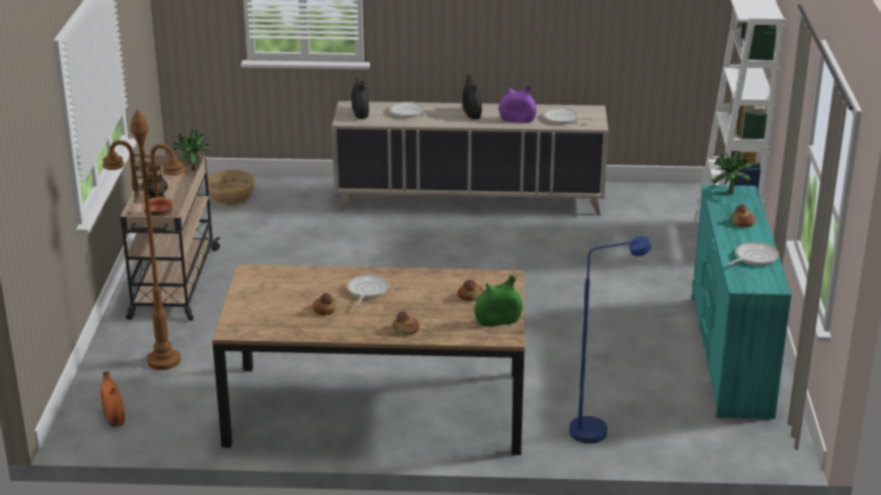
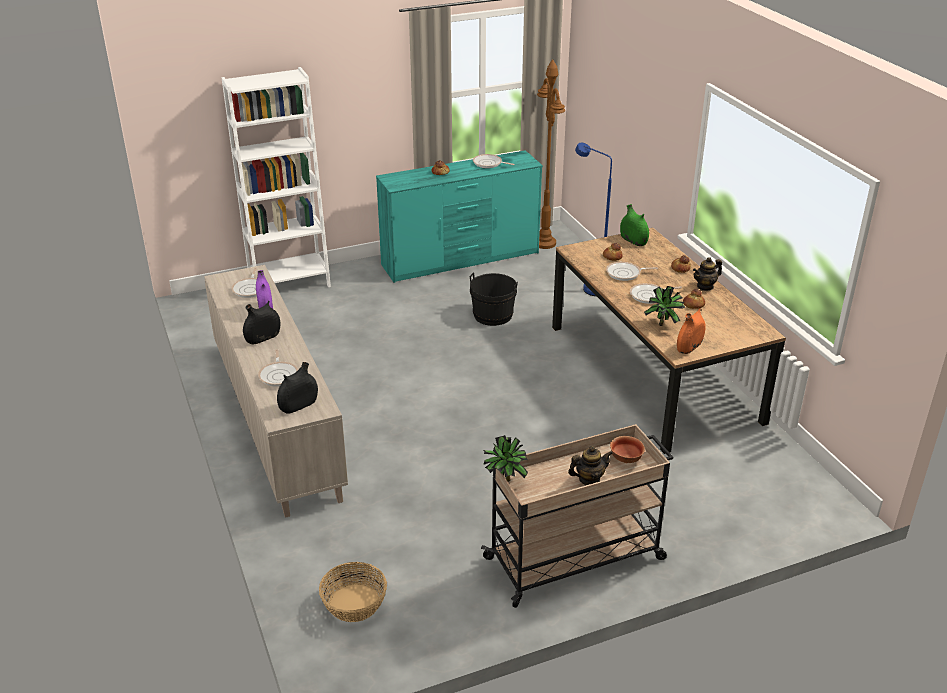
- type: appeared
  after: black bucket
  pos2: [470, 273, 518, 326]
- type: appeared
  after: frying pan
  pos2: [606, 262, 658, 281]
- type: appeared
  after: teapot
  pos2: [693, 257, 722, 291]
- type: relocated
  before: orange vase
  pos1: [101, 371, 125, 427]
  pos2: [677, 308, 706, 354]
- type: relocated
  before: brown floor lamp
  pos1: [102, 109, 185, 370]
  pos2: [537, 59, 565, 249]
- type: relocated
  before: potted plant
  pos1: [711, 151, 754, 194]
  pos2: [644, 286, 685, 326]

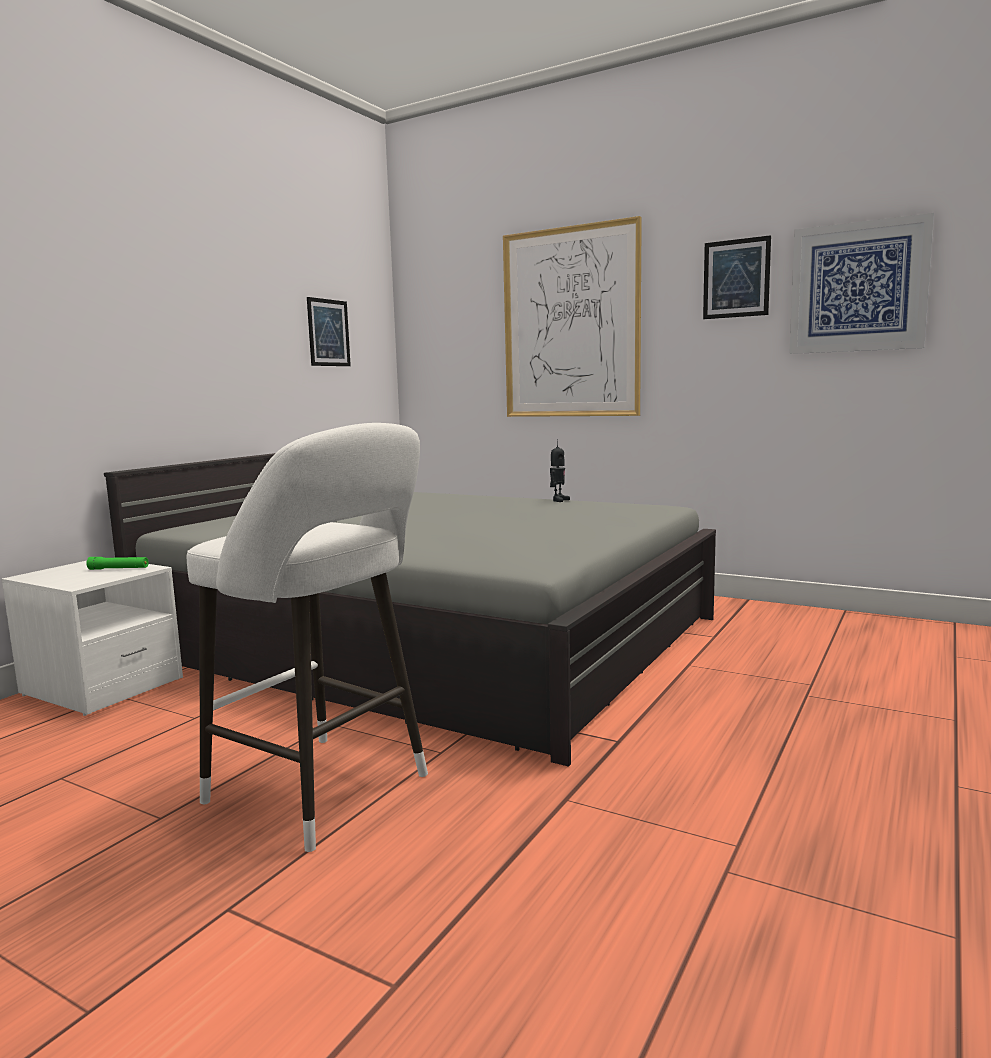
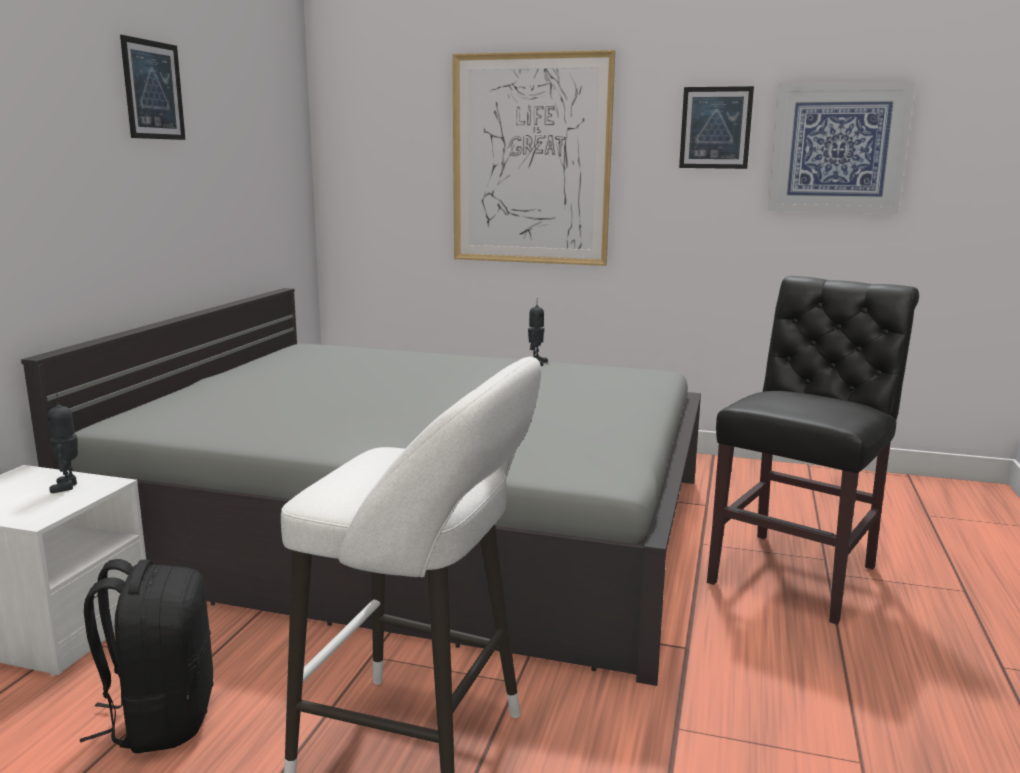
- type: appeared
  after: black backpack
  pos2: [80, 559, 214, 754]
- type: appeared
  after: black chair
  pos2: [707, 276, 919, 625]
- type: relocated
  before: picture
  pos1: [307, 297, 351, 366]
  pos2: [120, 35, 185, 140]
- type: exchanged
  before: green flashlight
  after: toy robot
  pos1: [87, 557, 149, 570]
  pos2: [48, 394, 78, 493]

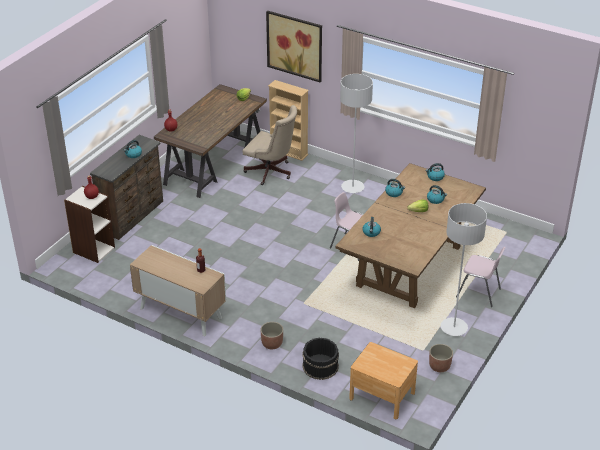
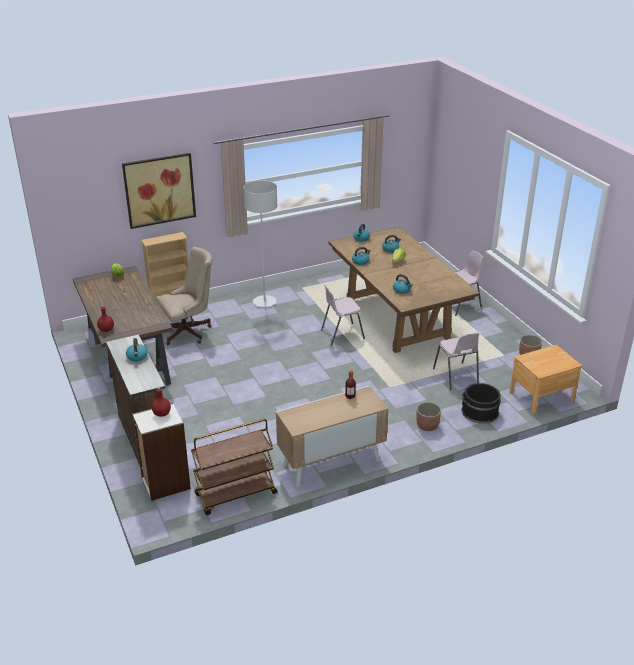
- type: missing
  before: grey floor lamp
  pos1: [441, 203, 487, 336]
- type: appeared
  after: brown cart
  pos2: [191, 419, 277, 515]
- type: appeared
  after: pink chair
  pos2: [433, 333, 479, 390]

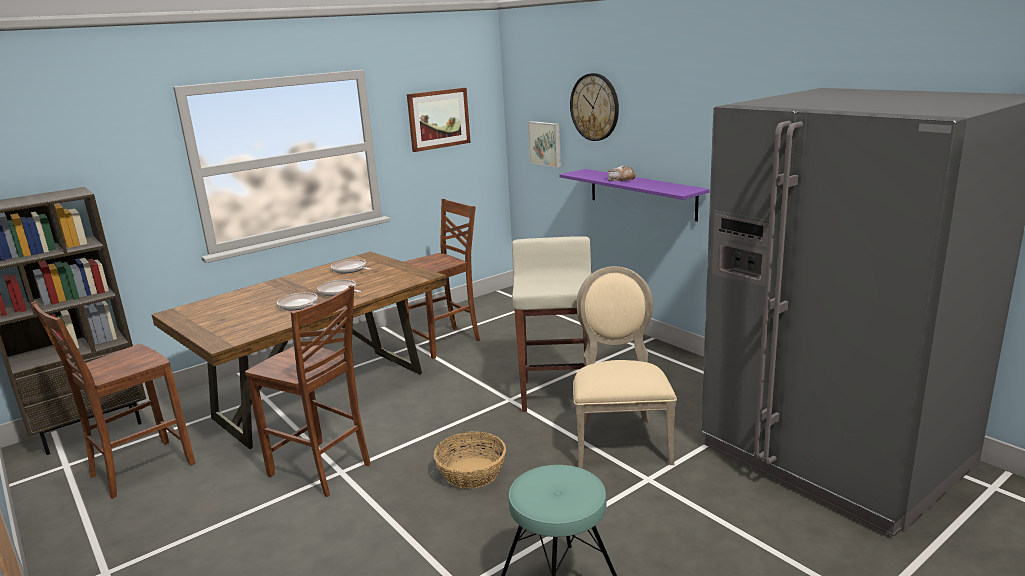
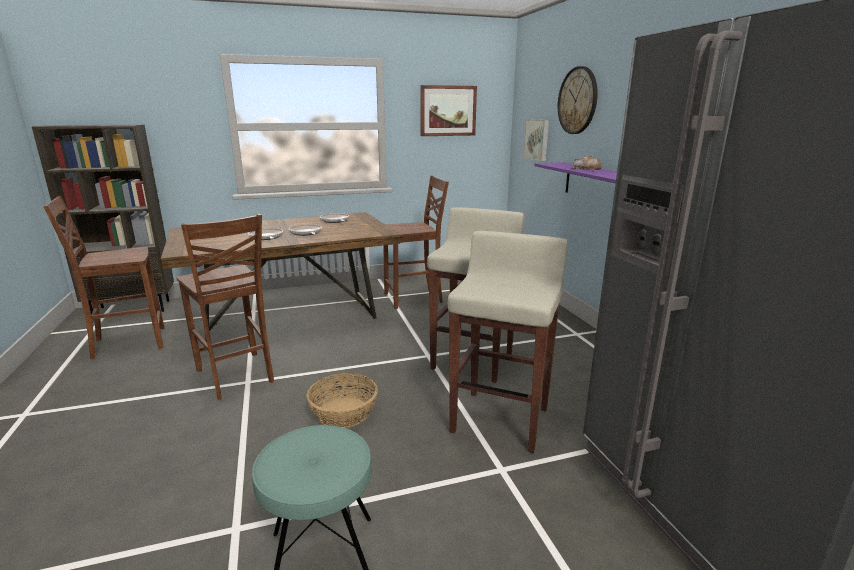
- type: exchanged
  before: beige chair
  after: beige stool
  pos1: [573, 266, 677, 469]
  pos2: [448, 231, 568, 453]

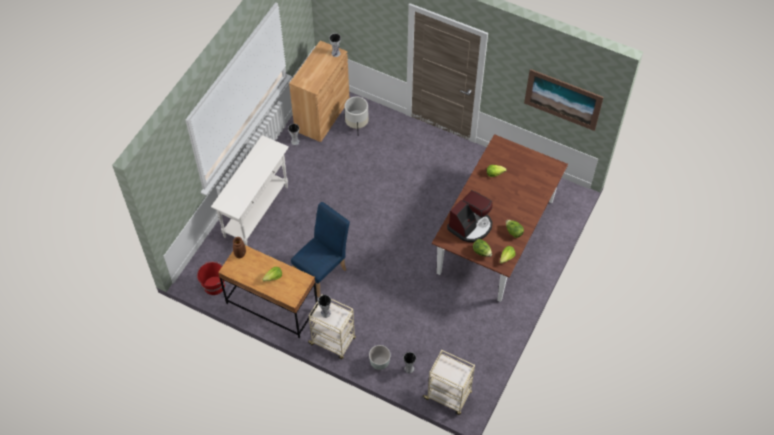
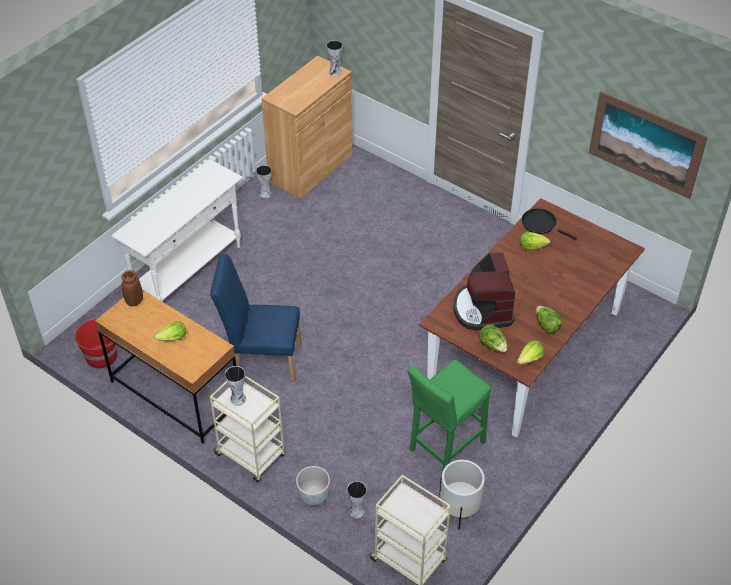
- type: appeared
  after: green stool
  pos2: [408, 360, 491, 475]
- type: appeared
  after: black frying pan
  pos2: [522, 208, 578, 240]
- type: relocated
  before: white planter
  pos1: [344, 96, 369, 131]
  pos2: [439, 460, 485, 530]
- type: spun
  before: blue chair
  pos1: [291, 202, 350, 297]
  pos2: [210, 254, 302, 382]
  turn: -135
- type: spun
  before: coffee machine
  pos1: [447, 190, 492, 242]
  pos2: [453, 252, 515, 331]
  turn: 120

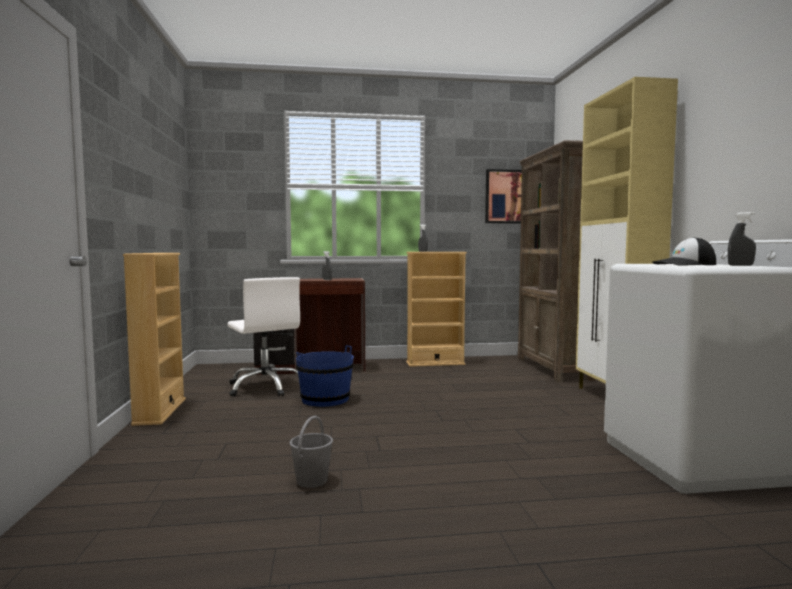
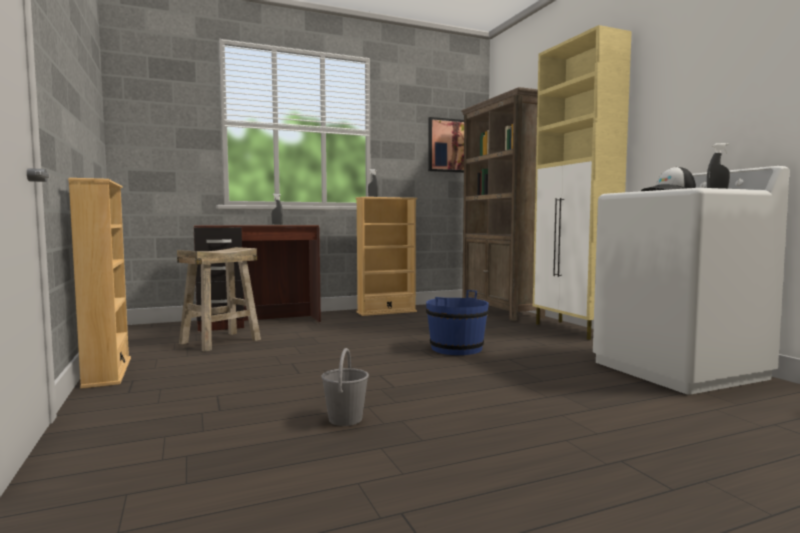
- type: relocated
  before: blue bucket
  pos1: [296, 345, 354, 407]
  pos2: [426, 290, 489, 355]
- type: exchanged
  before: white office chair
  after: beige stool
  pos1: [228, 277, 300, 397]
  pos2: [177, 247, 261, 352]

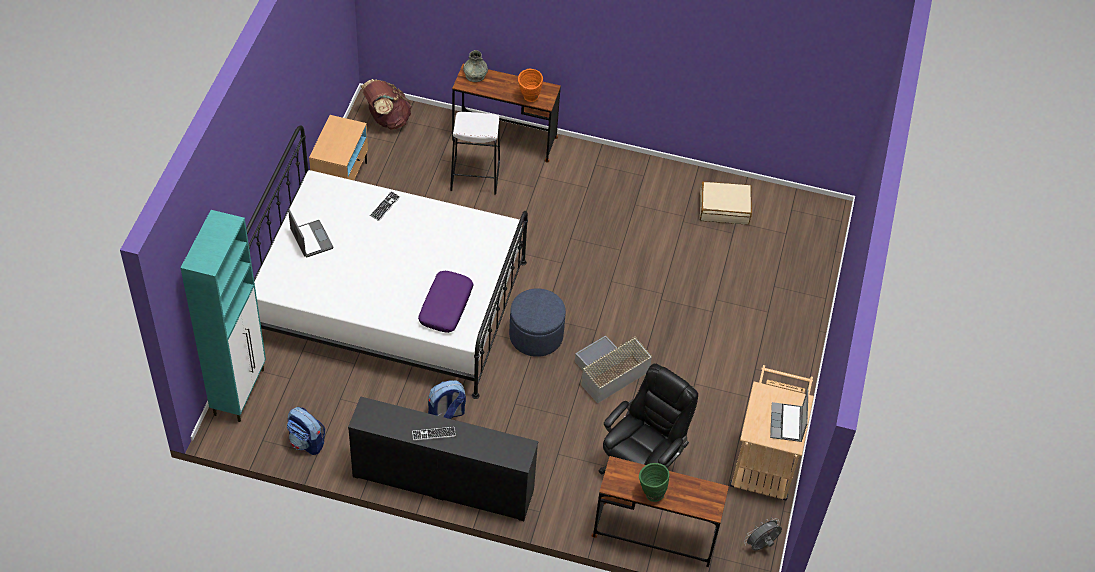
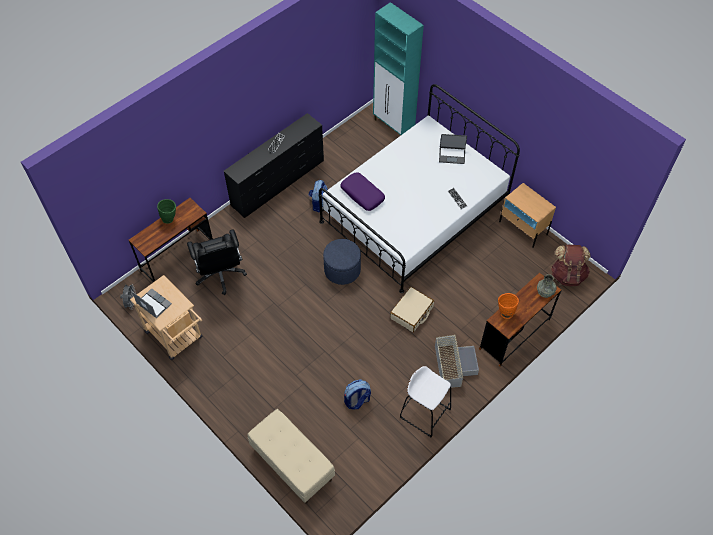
- type: appeared
  after: beige bench
  pos2: [247, 409, 335, 504]
- type: relocated
  before: backpack
  pos1: [287, 407, 325, 455]
  pos2: [344, 379, 371, 410]
- type: relocated
  before: white stool
  pos1: [450, 112, 500, 195]
  pos2: [400, 366, 451, 437]
- type: relocated
  before: grey storage box
  pos1: [575, 335, 652, 403]
  pos2: [435, 335, 479, 388]
- type: relocated
  before: beige suitcase
  pos1: [700, 181, 752, 224]
  pos2: [390, 287, 434, 332]

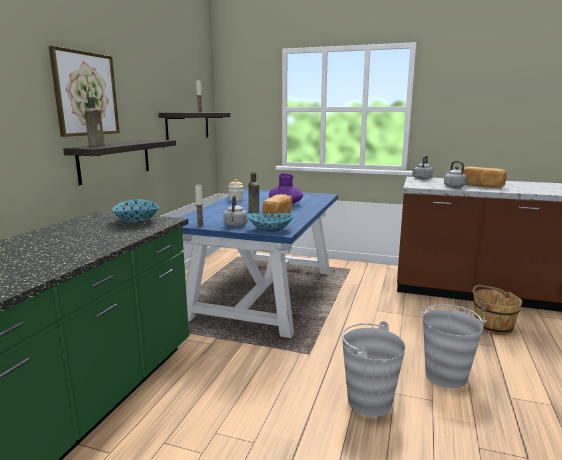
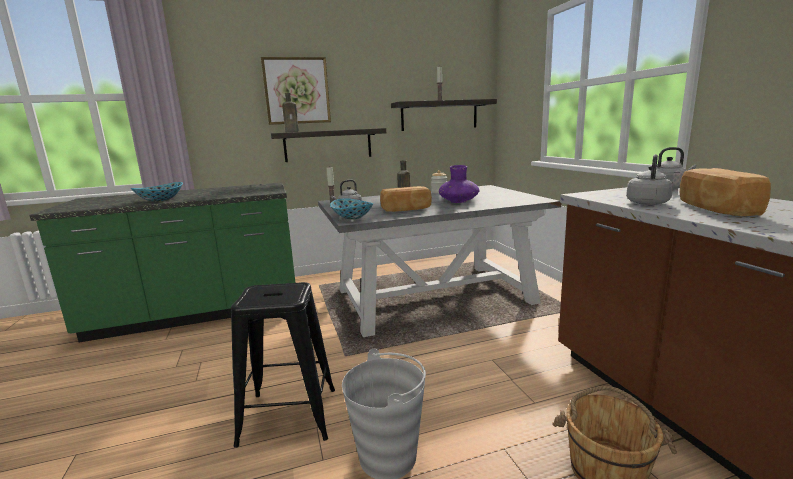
- type: relocated
  before: bowl
  pos1: [112, 199, 159, 224]
  pos2: [131, 182, 183, 202]
- type: exchanged
  before: grey bucket
  after: black stool
  pos1: [342, 321, 406, 417]
  pos2: [231, 282, 335, 448]
- type: colour
  before: blue dining table
  after: grey dining table
  pos1: [179, 189, 338, 338]
  pos2: [318, 185, 561, 337]

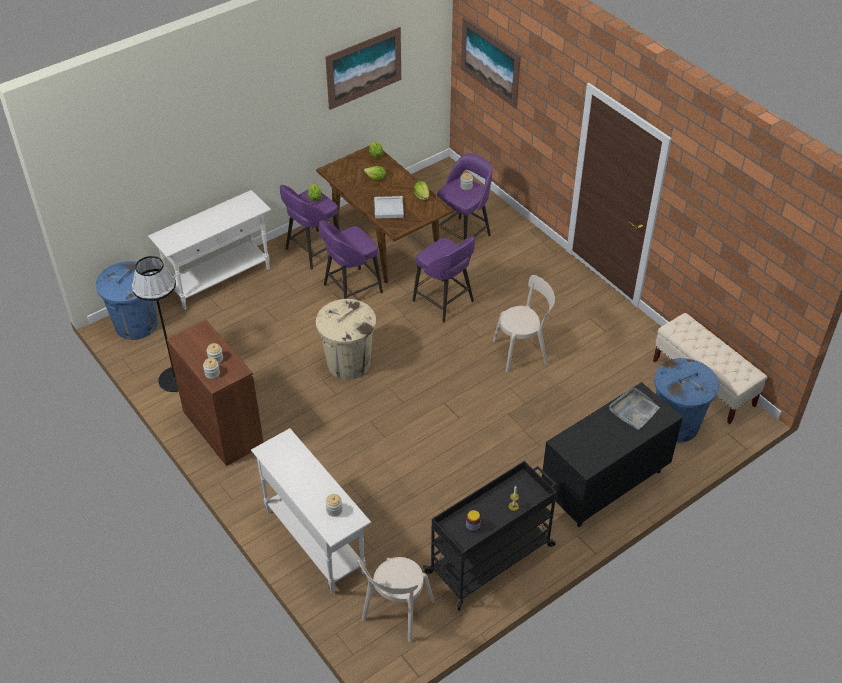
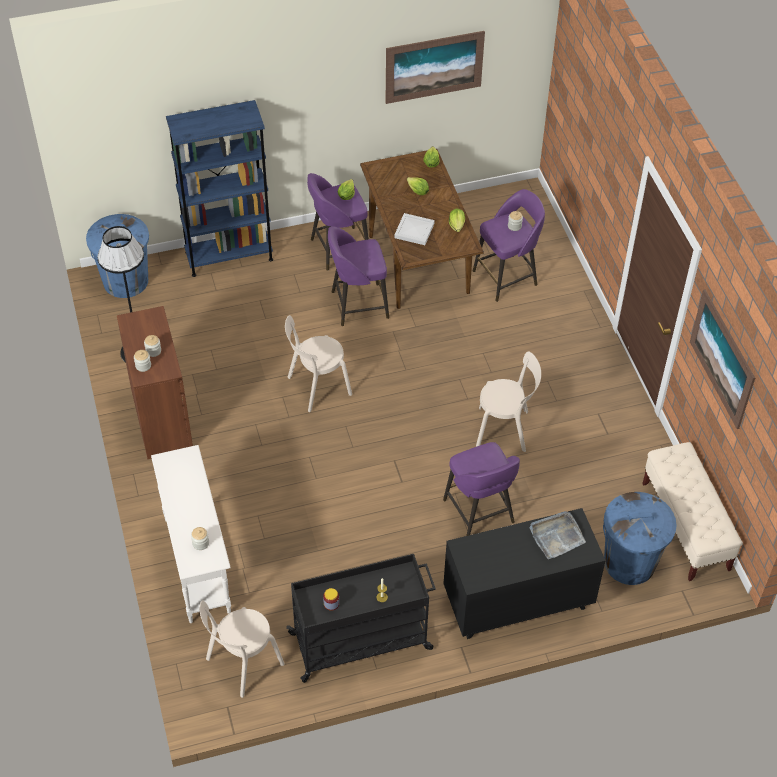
- type: relocated
  before: purple stool
  pos1: [413, 236, 475, 323]
  pos2: [443, 442, 520, 536]
- type: relocated
  before: picture
  pos1: [461, 17, 521, 109]
  pos2: [690, 289, 755, 429]
- type: exchanged
  before: white console table
  after: blue bookcase
  pos1: [148, 190, 271, 310]
  pos2: [166, 100, 273, 277]
- type: exchanged
  before: beige trash can
  after: beige chair
  pos1: [316, 299, 376, 380]
  pos2: [285, 315, 352, 412]

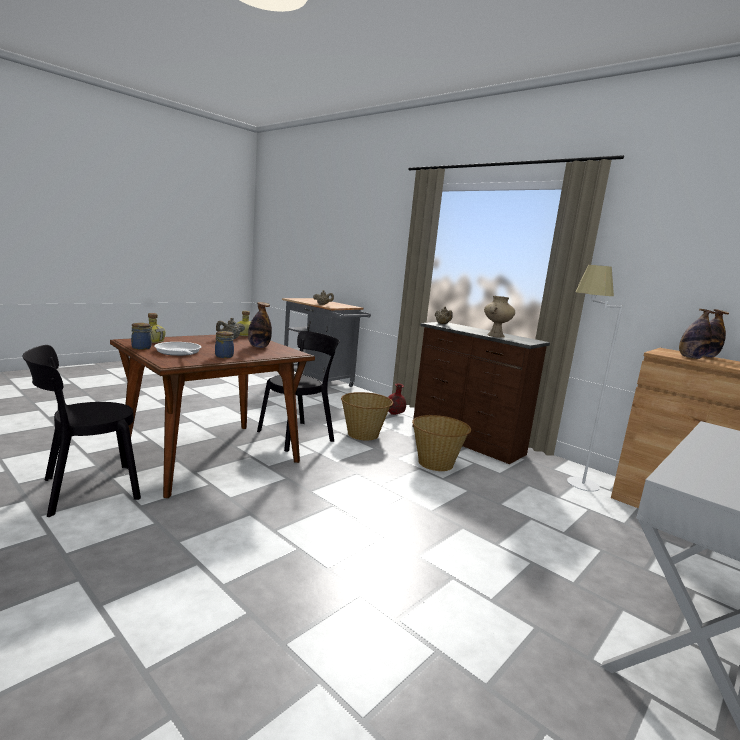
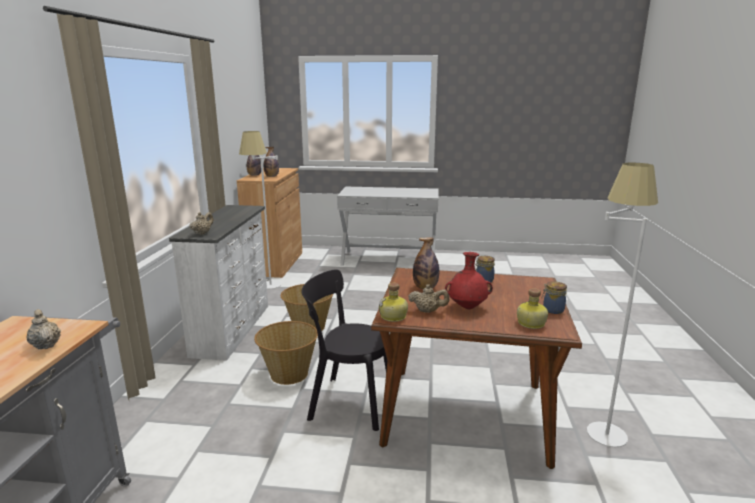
- type: missing
  before: frying pan
  pos1: [154, 342, 202, 356]
- type: missing
  before: beige vase
  pos1: [484, 296, 515, 338]
- type: relocated
  before: red vase
  pos1: [388, 384, 406, 415]
  pos2: [445, 252, 493, 309]
- type: exchanged
  before: black chair
  after: white floor lamp
  pos1: [22, 345, 141, 517]
  pos2: [587, 163, 658, 448]
- type: colour
  before: brown dresser
  after: white dresser
  pos1: [412, 322, 550, 464]
  pos2: [169, 205, 268, 361]

